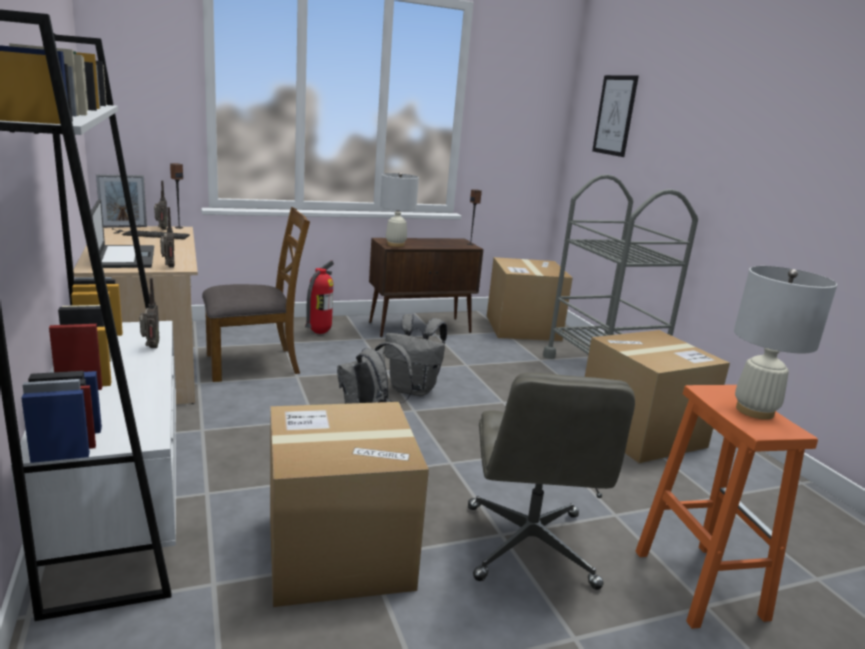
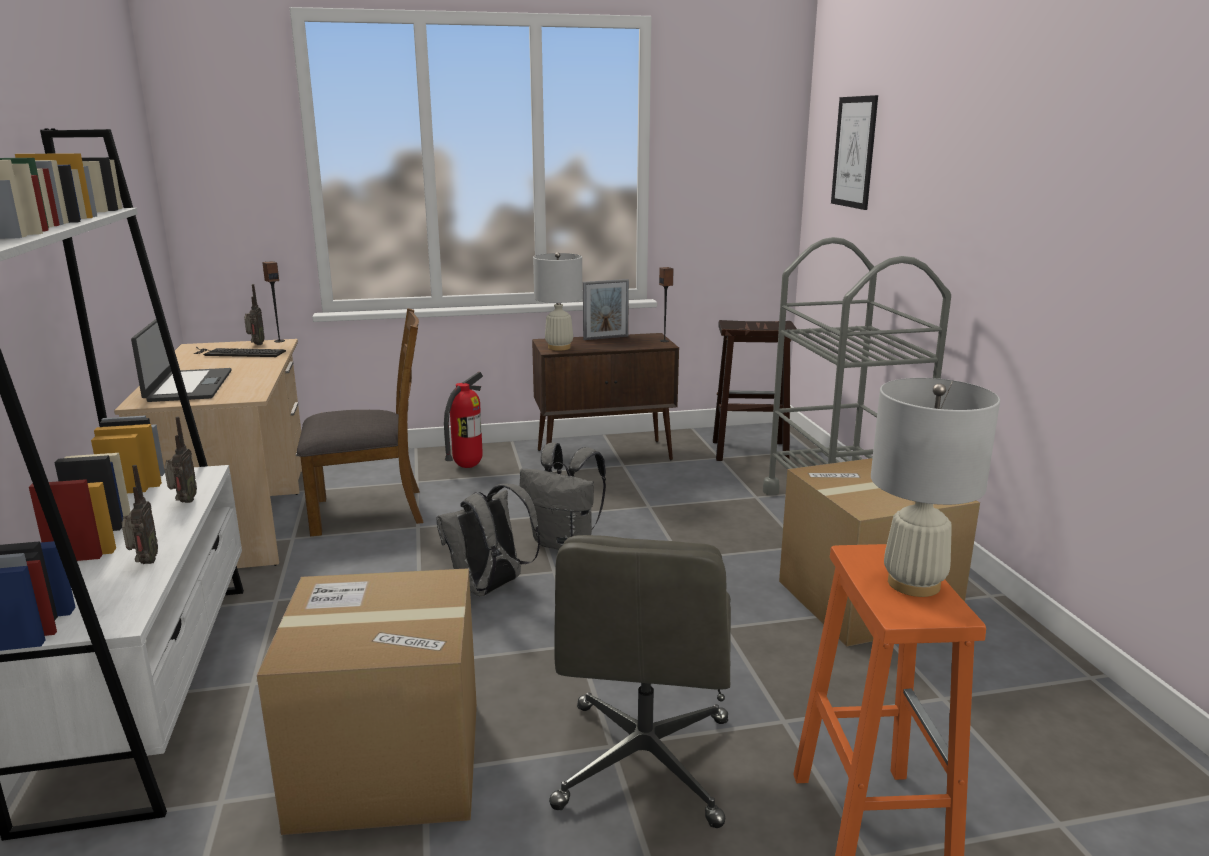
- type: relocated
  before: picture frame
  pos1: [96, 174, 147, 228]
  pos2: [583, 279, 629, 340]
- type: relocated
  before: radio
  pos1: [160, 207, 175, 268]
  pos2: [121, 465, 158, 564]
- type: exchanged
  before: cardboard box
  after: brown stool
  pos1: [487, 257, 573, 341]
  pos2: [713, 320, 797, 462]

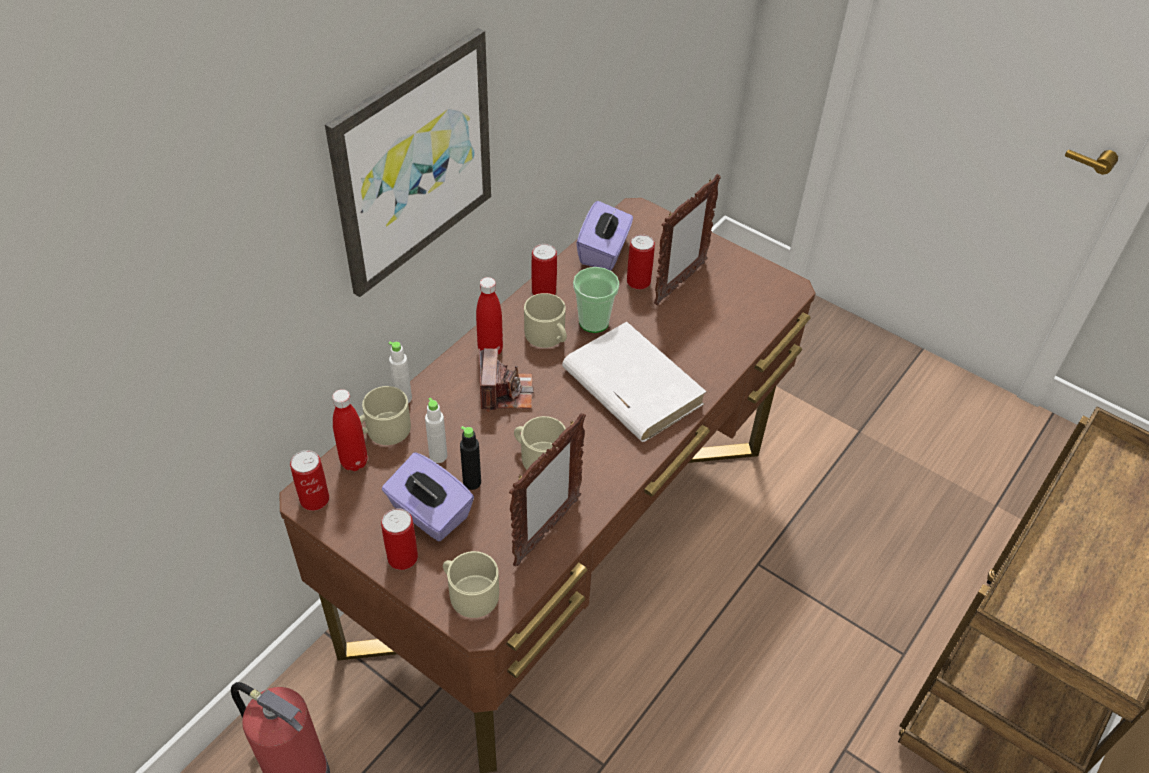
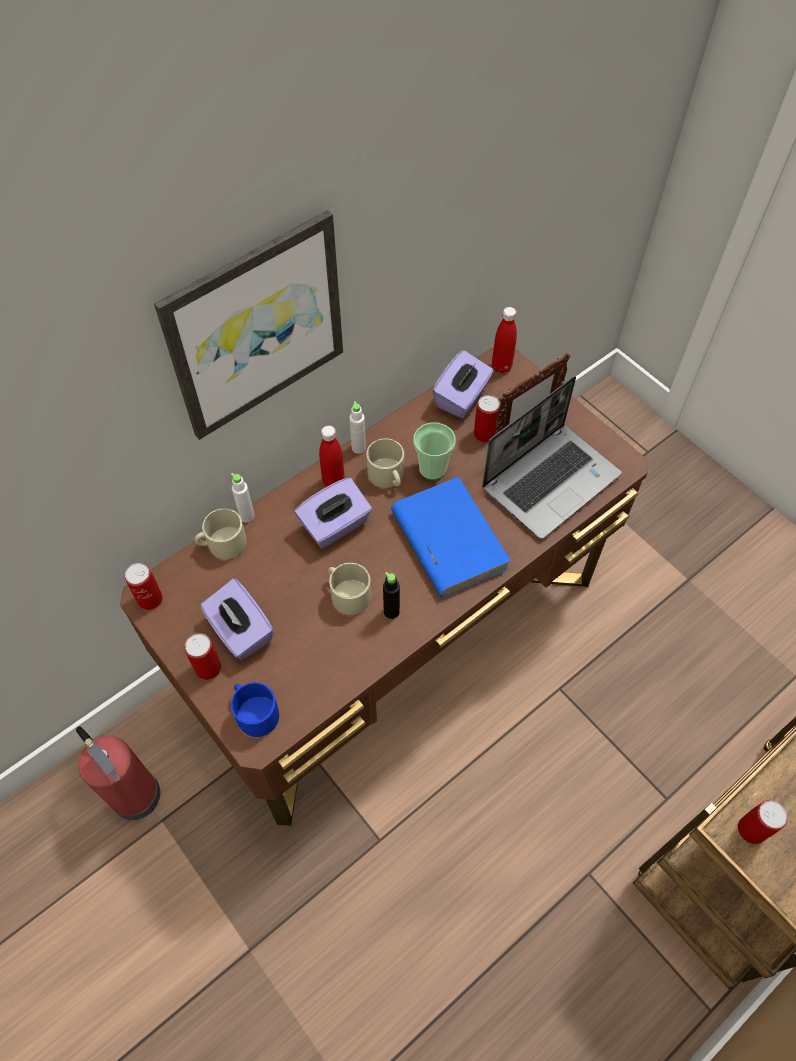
- type: missing
  before: picture frame
  pos1: [509, 413, 586, 566]
- type: appeared
  after: laptop
  pos2: [482, 376, 621, 539]
- type: relocated
  before: red bottle
  pos1: [332, 389, 368, 471]
  pos2: [492, 307, 517, 373]
- type: relocated
  before: white bottle
  pos1: [425, 398, 447, 463]
  pos2: [349, 401, 366, 454]
- type: relocated
  before: black bottle
  pos1: [460, 426, 481, 490]
  pos2: [383, 572, 400, 619]
- type: relocated
  before: can
  pos1: [531, 244, 557, 295]
  pos2: [738, 800, 788, 844]
- type: exchanged
  before: photo camera
  after: purple tissue box
  pos1: [479, 348, 533, 412]
  pos2: [294, 477, 372, 548]
- type: colour
  before: beige mug
  after: blue mug
  pos1: [443, 551, 499, 618]
  pos2: [231, 682, 279, 737]
- type: colour
  before: white book
  after: blue book
  pos1: [562, 322, 707, 442]
  pos2: [391, 477, 511, 597]

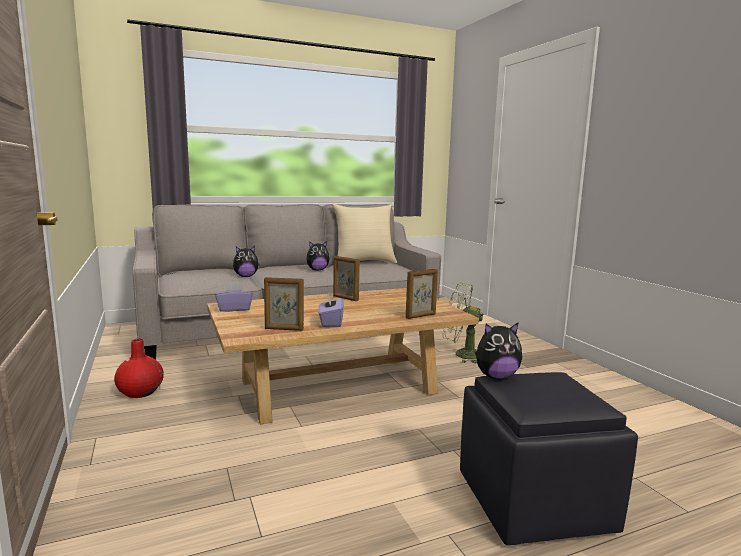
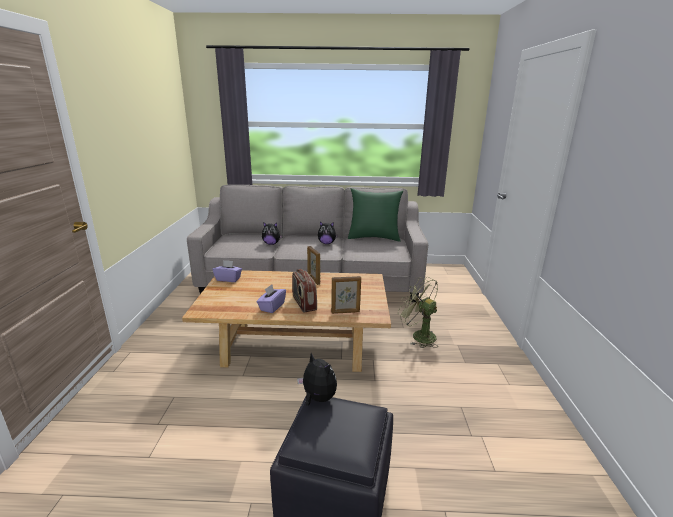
- type: missing
  before: red vase
  pos1: [114, 339, 164, 398]
- type: missing
  before: picture frame
  pos1: [264, 277, 304, 331]
- type: appeared
  after: radio
  pos2: [292, 269, 317, 312]
- type: colour
  before: beige pillow
  after: green pillow
  pos1: [332, 204, 397, 263]
  pos2: [348, 188, 403, 242]
- type: spun
  before: plush toy
  pos1: [475, 322, 522, 379]
  pos2: [297, 353, 337, 406]
  turn: -150

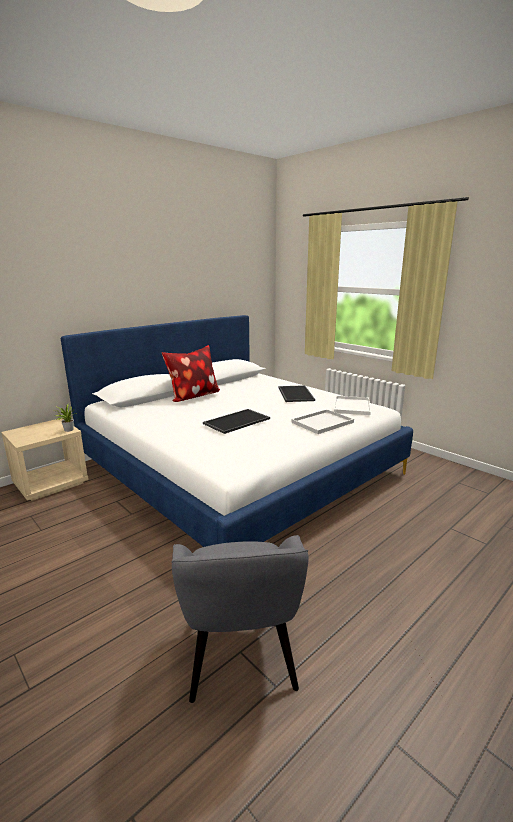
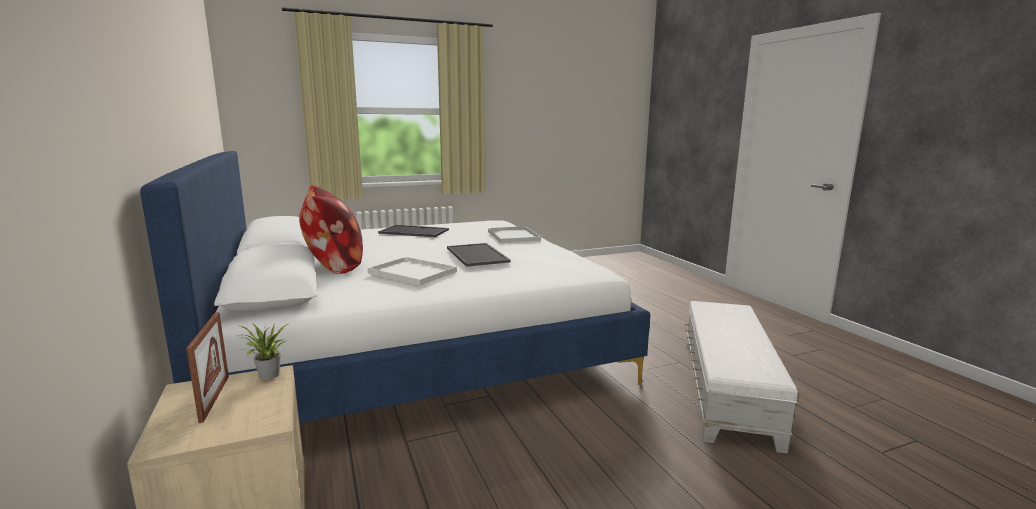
- type: appeared
  after: picture frame
  pos2: [186, 312, 229, 423]
- type: relocated
  before: white tray
  pos1: [334, 396, 371, 415]
  pos2: [367, 257, 457, 285]
- type: exchanged
  before: grey armchair
  after: white ottoman
  pos1: [171, 535, 309, 703]
  pos2: [684, 301, 798, 454]

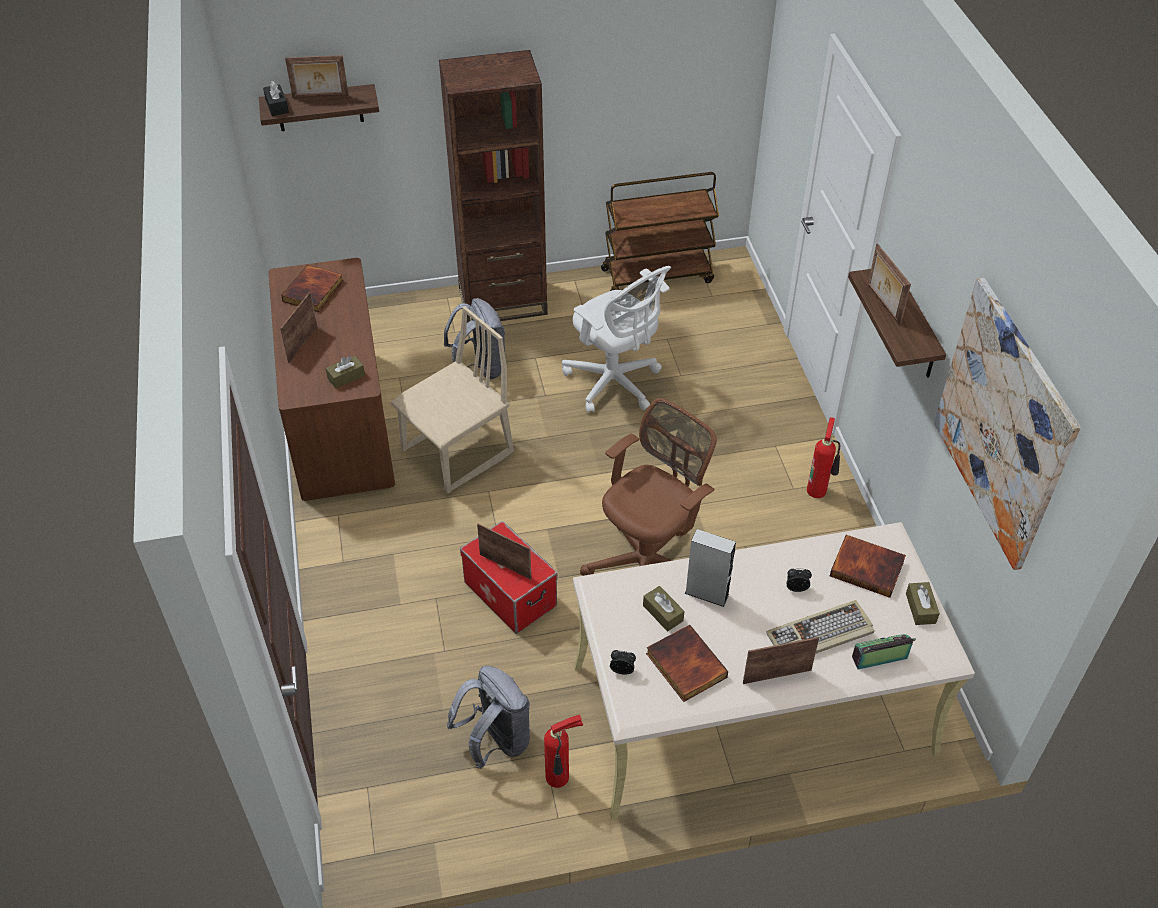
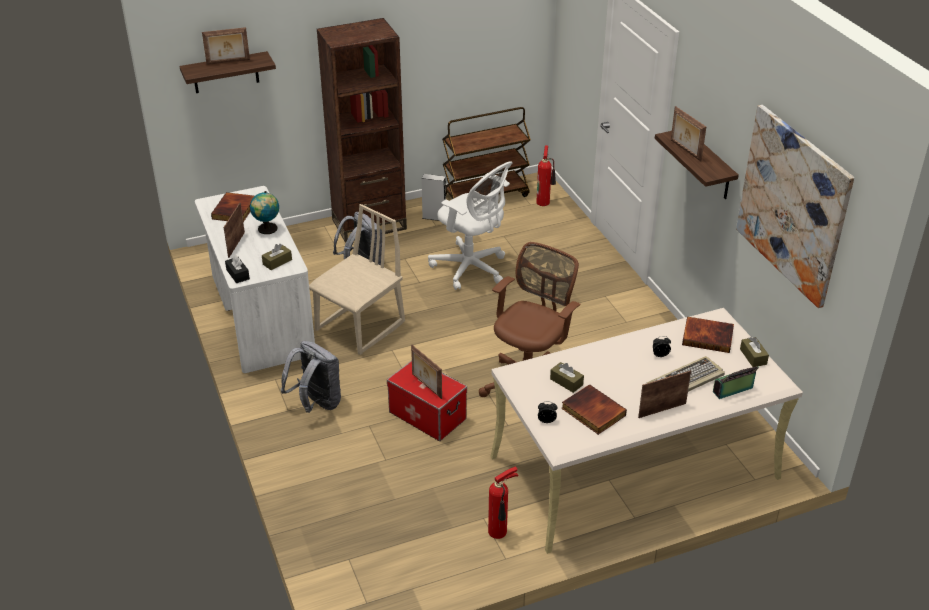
- type: appeared
  after: globe
  pos2: [250, 191, 279, 234]
- type: relocated
  before: black tissue box
  pos1: [263, 81, 289, 116]
  pos2: [225, 255, 250, 283]
- type: relocated
  before: grey backpack
  pos1: [447, 666, 530, 769]
  pos2: [281, 341, 341, 413]
- type: relocated
  before: grey speaker
  pos1: [685, 529, 736, 607]
  pos2: [421, 174, 446, 221]
- type: relocated
  before: fire extinguisher
  pos1: [807, 417, 840, 498]
  pos2: [536, 145, 556, 206]
- type: colour
  before: brown desk
  after: white desk
  pos1: [269, 258, 395, 501]
  pos2: [195, 186, 315, 373]
- type: spun
  before: picture frame
  pos1: [477, 523, 532, 580]
  pos2: [411, 345, 442, 399]
  turn: -150

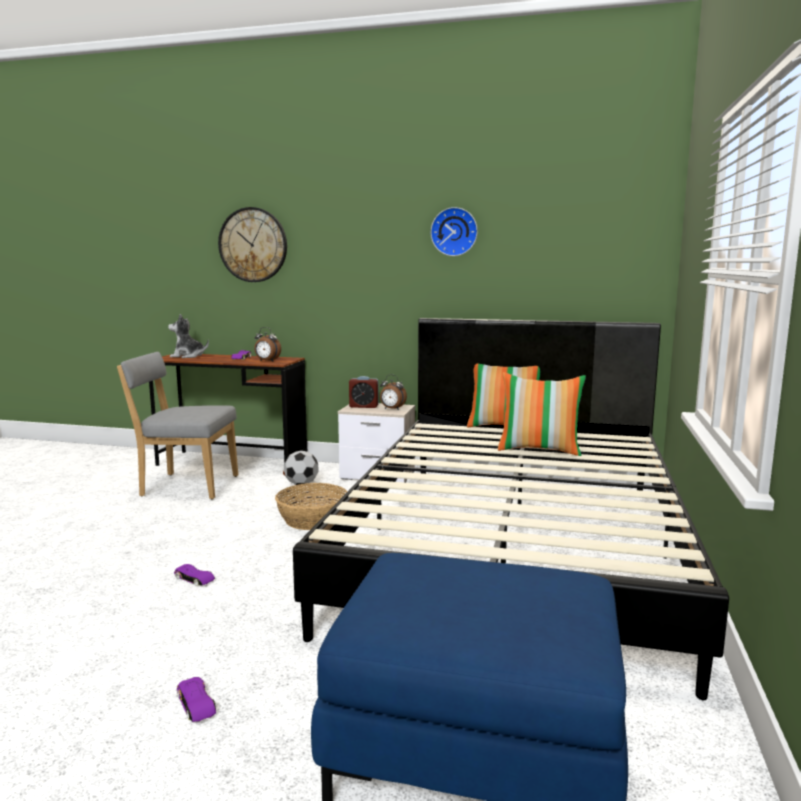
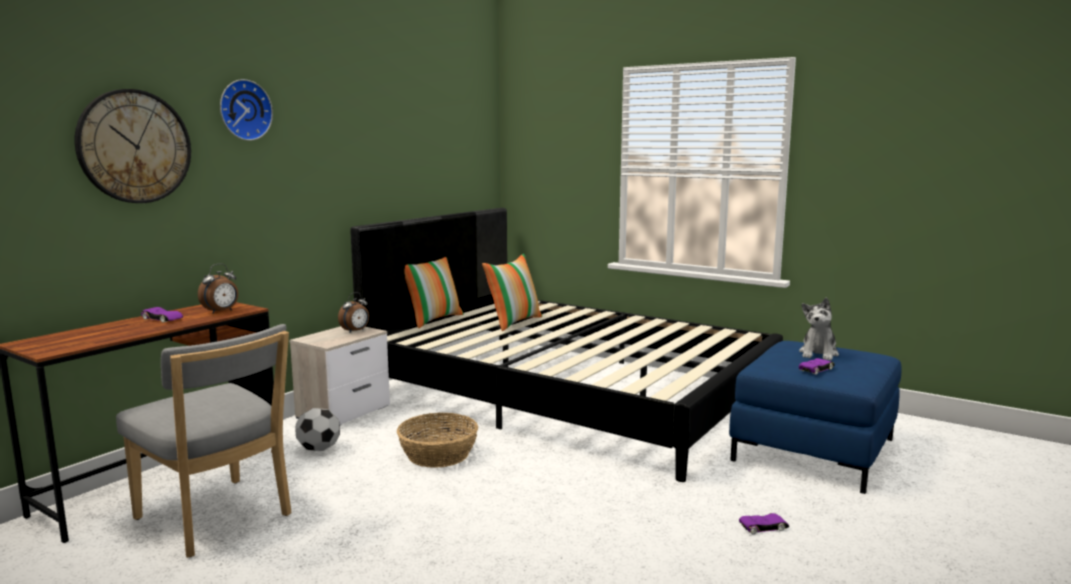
- type: missing
  before: alarm clock
  pos1: [349, 376, 379, 408]
- type: relocated
  before: plush toy
  pos1: [168, 314, 209, 358]
  pos2: [799, 298, 839, 361]
- type: relocated
  before: purple toy car
  pos1: [174, 564, 215, 586]
  pos2: [799, 358, 835, 375]
- type: relocated
  before: wall clock
  pos1: [431, 207, 478, 256]
  pos2: [220, 79, 273, 141]
- type: spun
  before: grey chair
  pos1: [117, 352, 238, 499]
  pos2: [116, 324, 292, 558]
  turn: -75

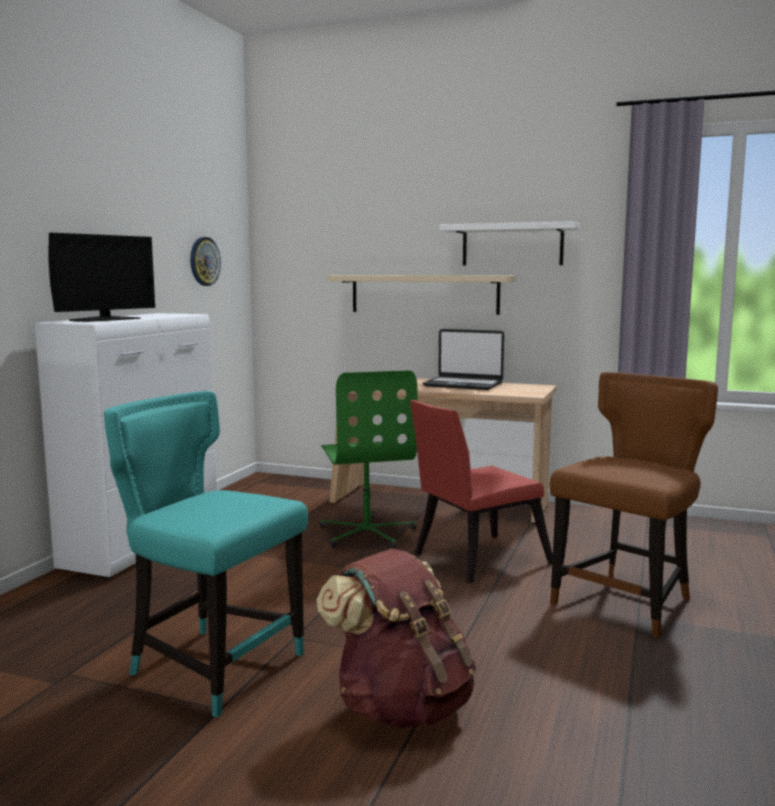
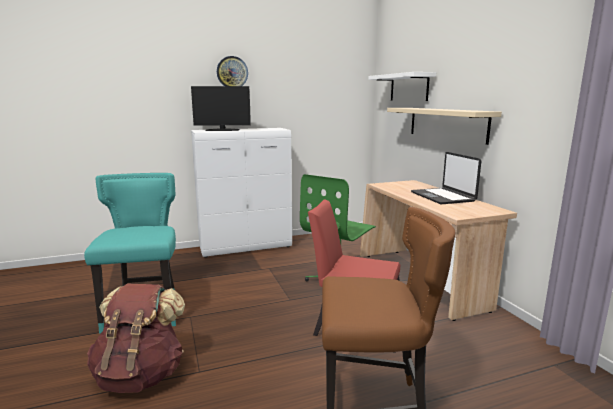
- type: relocated
  before: wall clock
  pos1: [190, 237, 221, 286]
  pos2: [217, 56, 248, 86]
- type: relocated
  before: white shelf
  pos1: [440, 221, 580, 266]
  pos2: [368, 72, 436, 101]

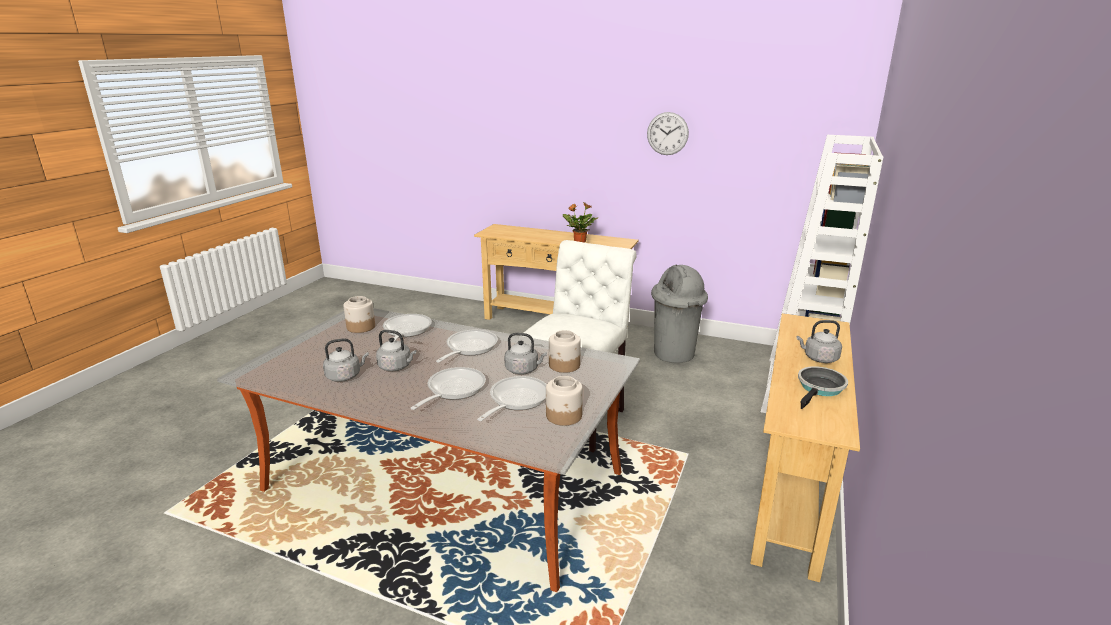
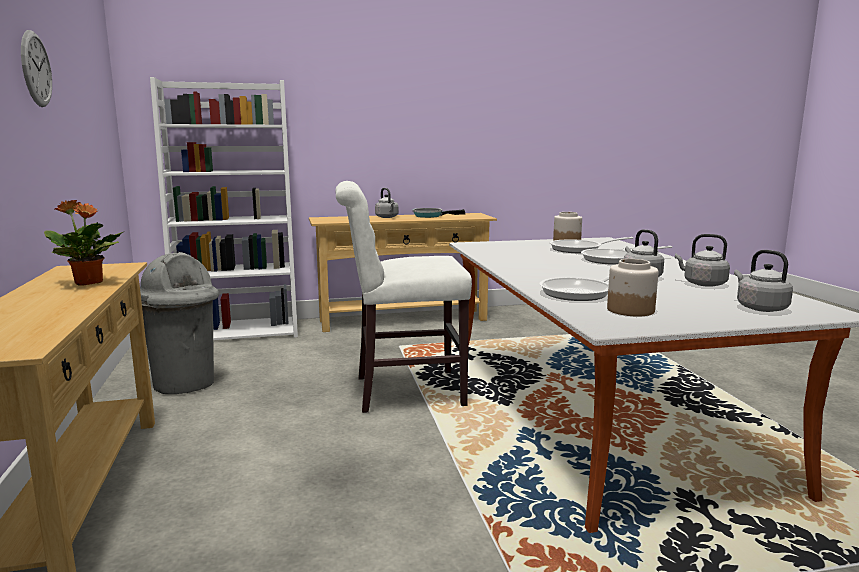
- type: missing
  before: frying pan
  pos1: [436, 330, 498, 363]
- type: missing
  before: jar
  pos1: [549, 330, 581, 373]
- type: relocated
  before: grey kettle
  pos1: [504, 333, 547, 375]
  pos2: [734, 250, 793, 312]

